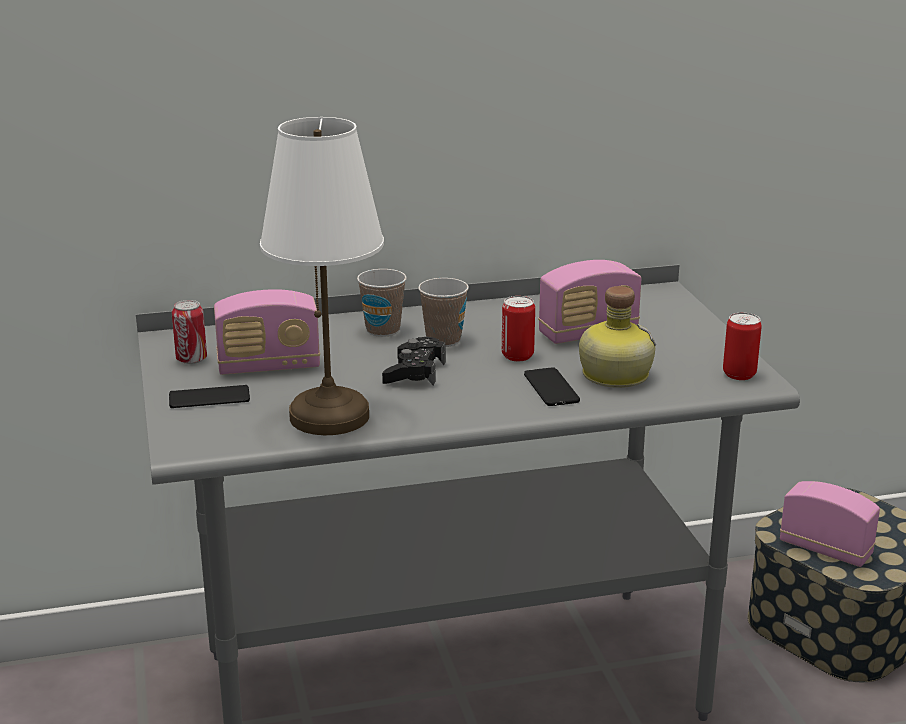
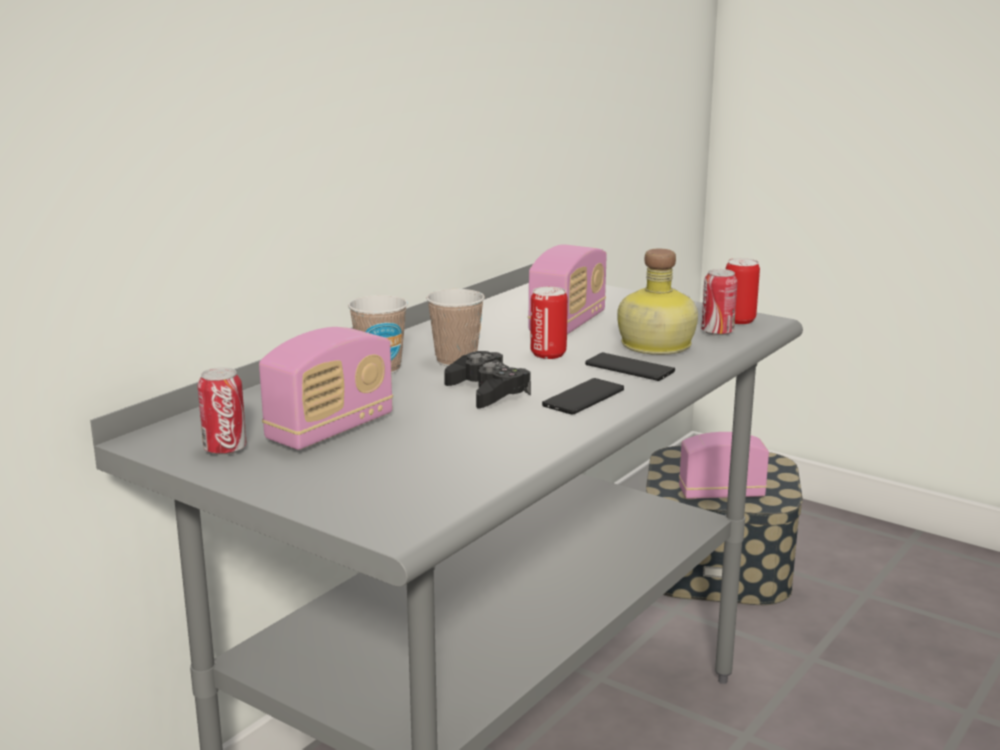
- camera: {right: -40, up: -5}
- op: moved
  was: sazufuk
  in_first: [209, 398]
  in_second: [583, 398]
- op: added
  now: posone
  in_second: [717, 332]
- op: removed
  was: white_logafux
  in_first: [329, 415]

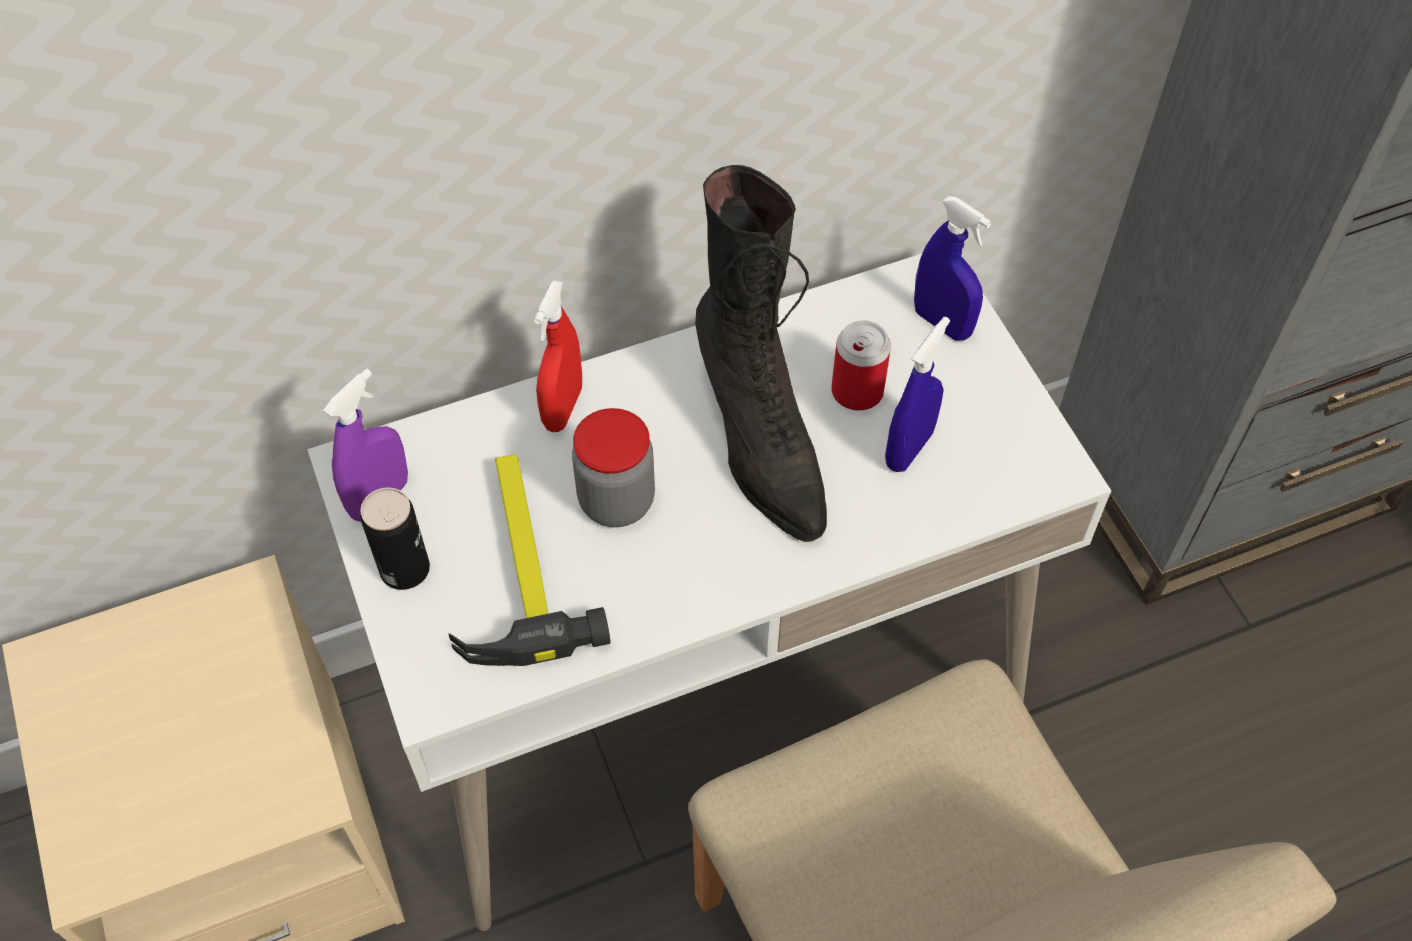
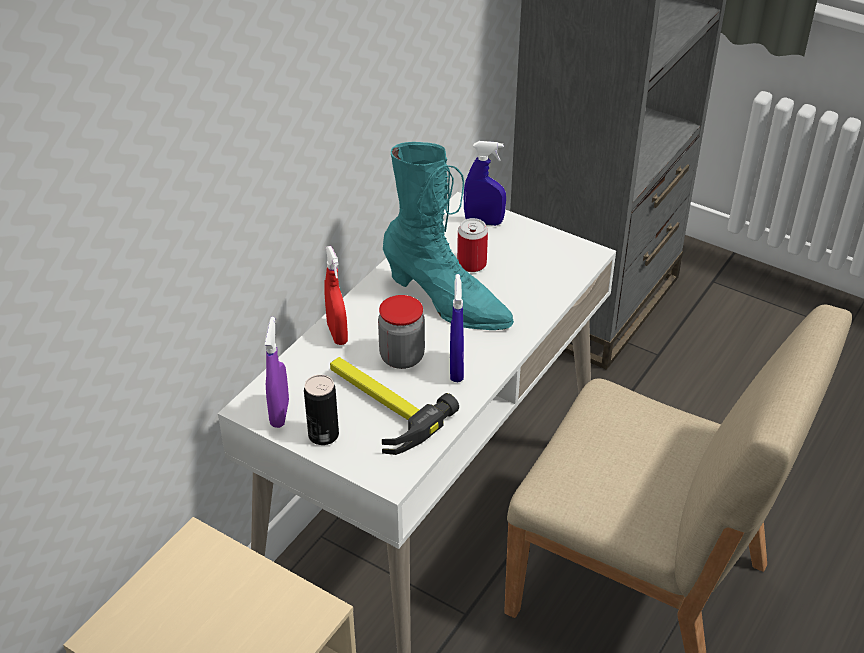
- camera: {right: -35, up: -15}
- op: recoloured
  was: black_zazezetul
  now: turquoise_zazezetul
  in_first: [759, 441]
  in_second: [446, 303]
- op: moved
  was: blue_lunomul
  in_first: [909, 449]
  in_second: [456, 369]

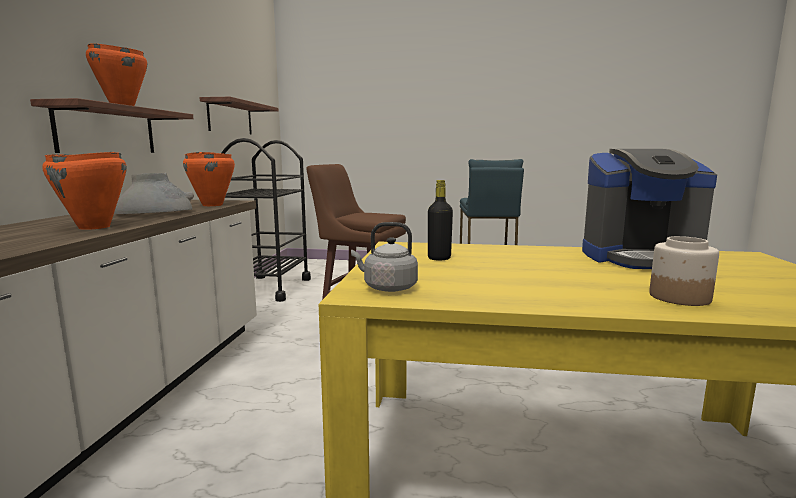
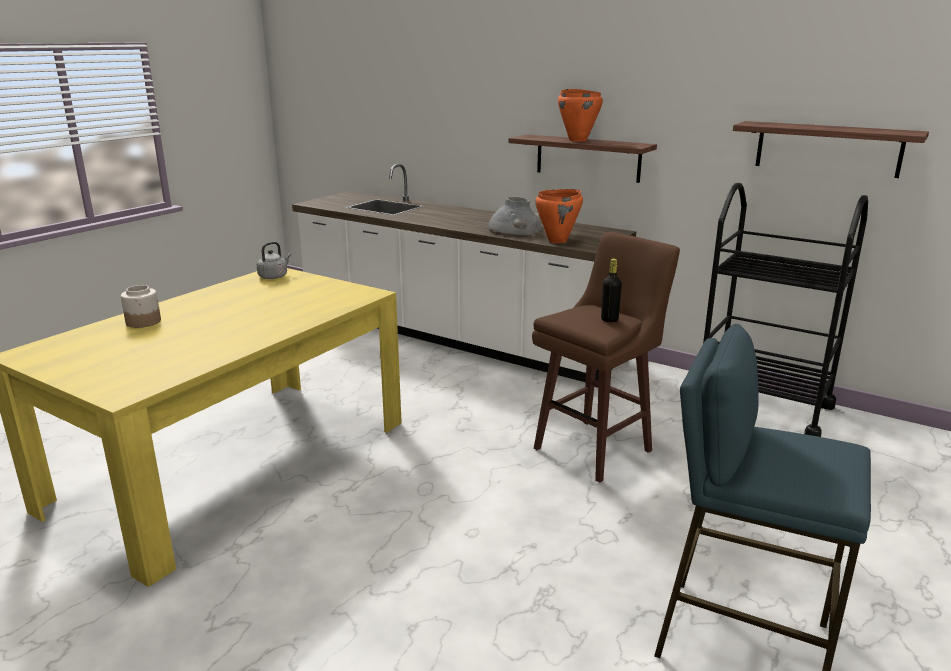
- camera: {right: 115, up: 10}
- op: moved
  was: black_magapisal
  in_first: [439, 258]
  in_second: [609, 319]
- op: removed
  was: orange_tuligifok
  in_first: [94, 227]
- op: removed
  was: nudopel
  in_first: [640, 258]

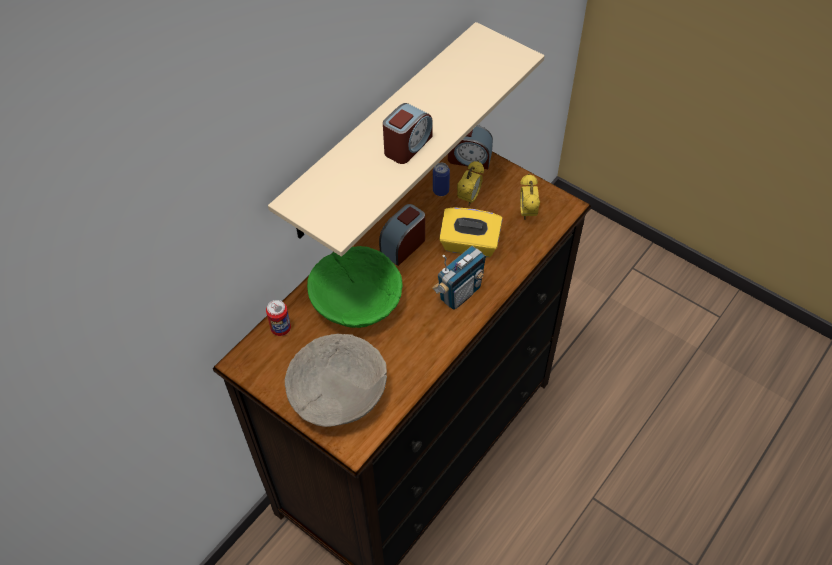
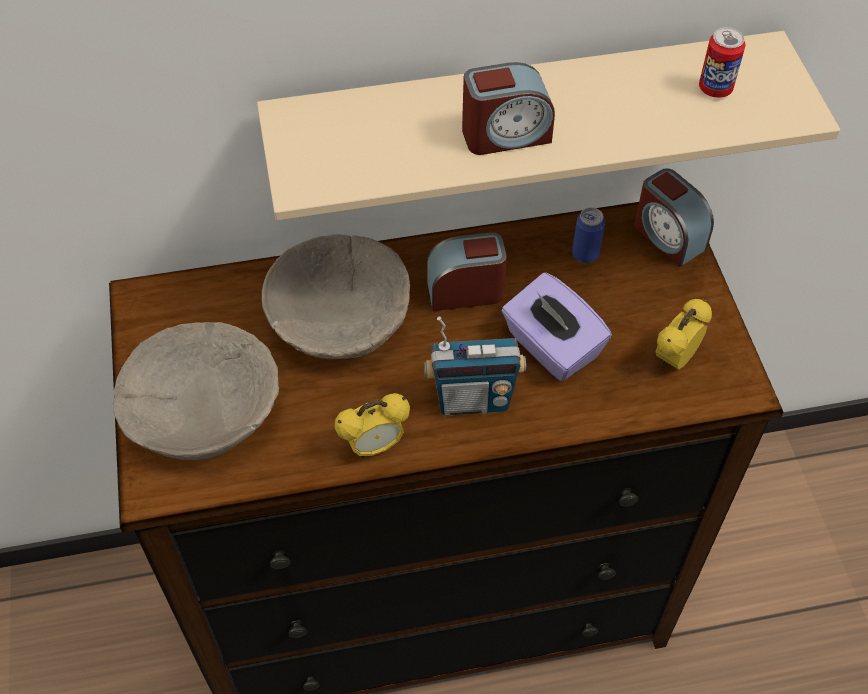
- camera: {right: 40, up: 0}
- op: recoloured
  was: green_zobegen
  now: beige_zobegen
  in_first: [356, 300]
  in_second: [339, 318]
- op: moved
  was: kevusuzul
  in_first: [469, 198]
  in_second: [374, 446]
- op: recoloured
  was: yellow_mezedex
  now: purple_mezedex
  in_first: [469, 244]
  in_second: [551, 347]
- op: moved
  was: posone
  in_first: [281, 328]
  in_second: [715, 89]

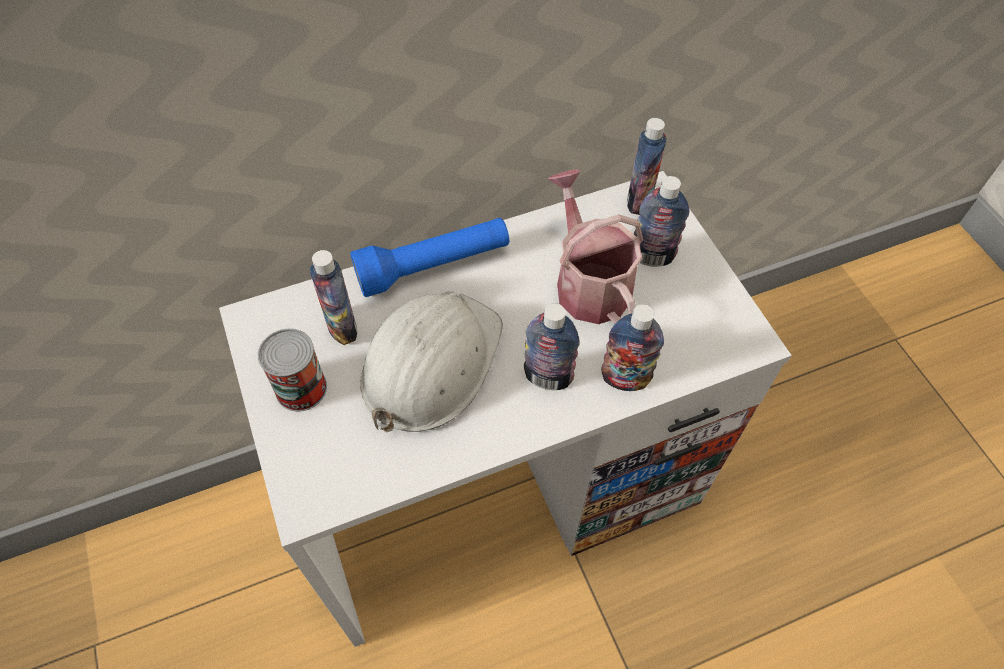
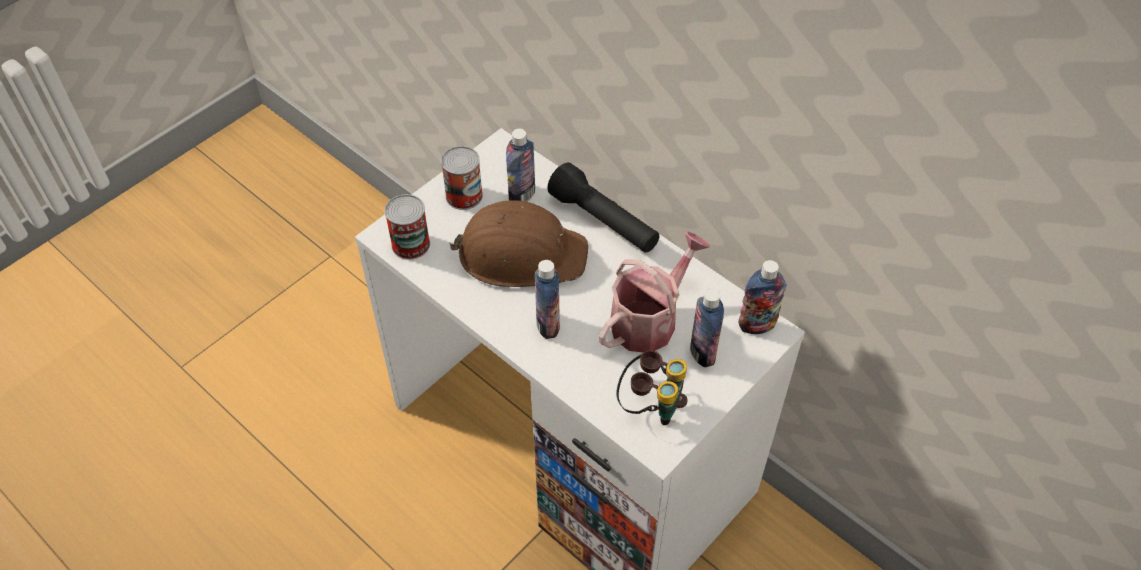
- camera: {right: 65, up: -5}
- op: added
  now: posone
  in_second: [411, 244]
- op: recoloured
  was: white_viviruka
  now: brown_viviruka
  in_first: [430, 363]
  in_second: [521, 253]
- op: recoloured
  was: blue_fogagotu
  now: black_fogagotu
  in_first: [433, 266]
  in_second: [604, 222]
- op: added
  now: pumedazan
  in_second: [651, 406]
- op: removed
  was: magapisal
  in_first: [625, 379]

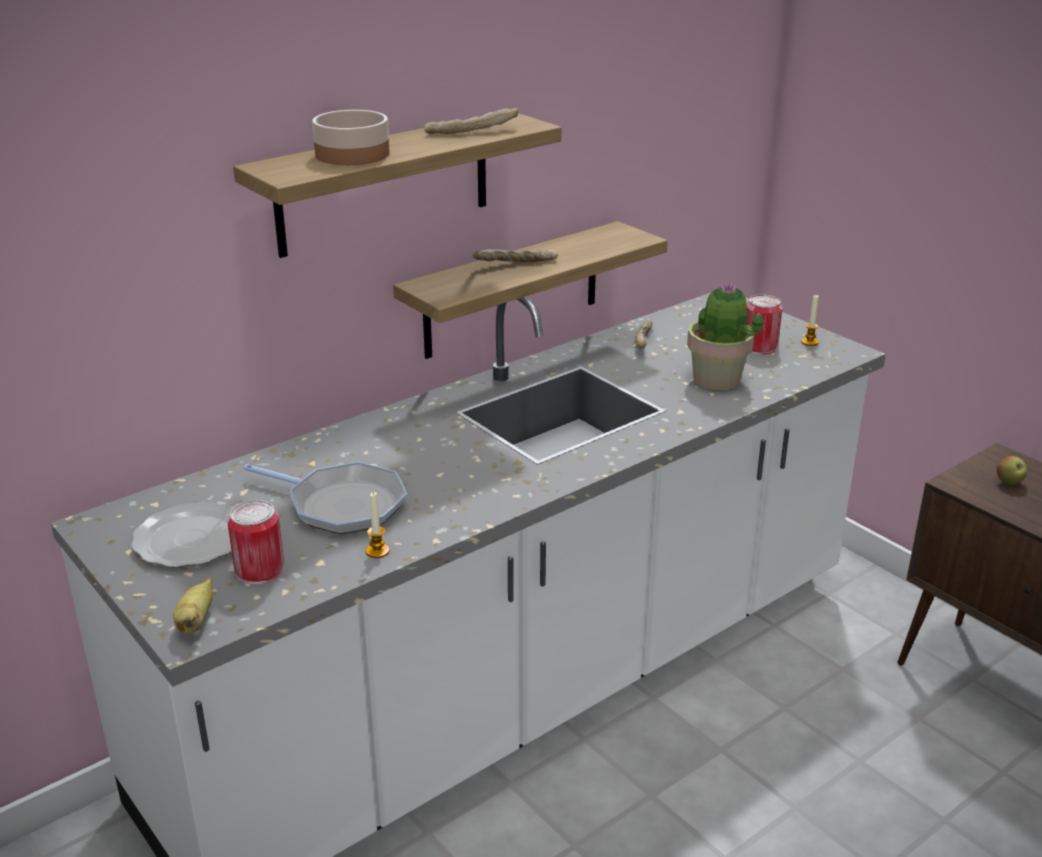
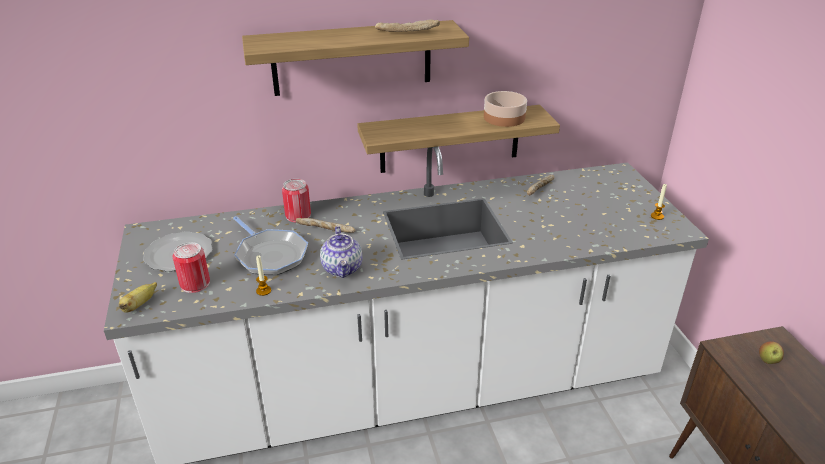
- camera: {right: 25, up: 5}
- op: moved
  was: posone
  in_first: [759, 347]
  in_second: [298, 215]
- op: moved
  was: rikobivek
  in_first: [515, 264]
  in_second: [326, 231]
- op: added
  now: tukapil
  in_second: [343, 268]
- op: moved
  was: zobegen
  in_first: [352, 154]
  in_second: [504, 117]
- op: removed
  was: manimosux
  in_first: [717, 380]

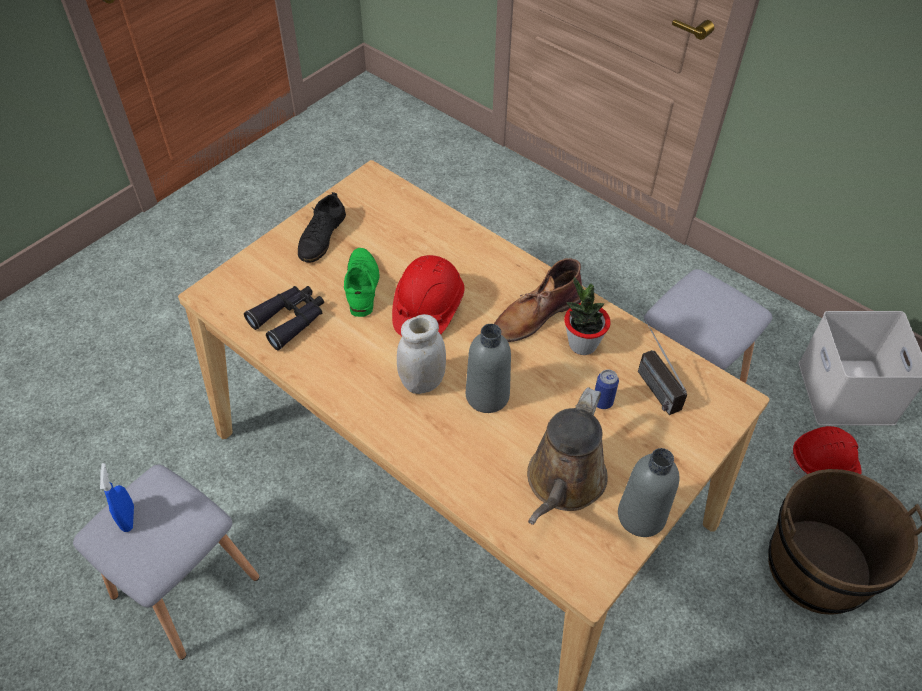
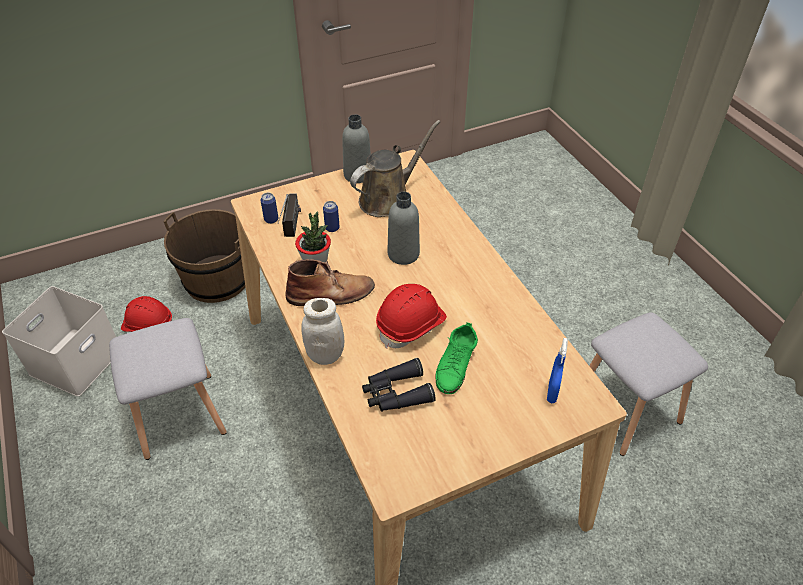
- camera: {right: -155, up: -5}
- op: added
  now: posone
  in_second: [271, 219]
- op: moved
  was: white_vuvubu
  in_first: [422, 382]
  in_second: [325, 355]
- op: moved
  was: black_pumedazan
  in_first: [290, 319]
  in_second: [396, 393]
- op: moved
  was: blue_lunomul
  in_first: [128, 518]
  in_second: [552, 392]
- op: removed
  was: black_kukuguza
  in_first: [322, 236]

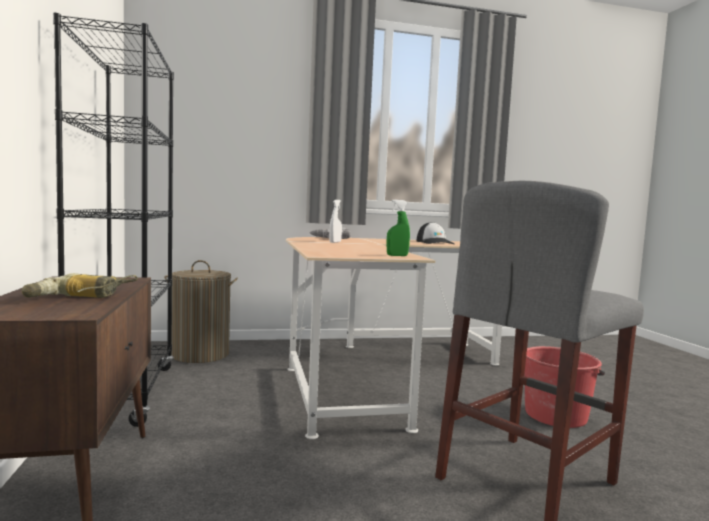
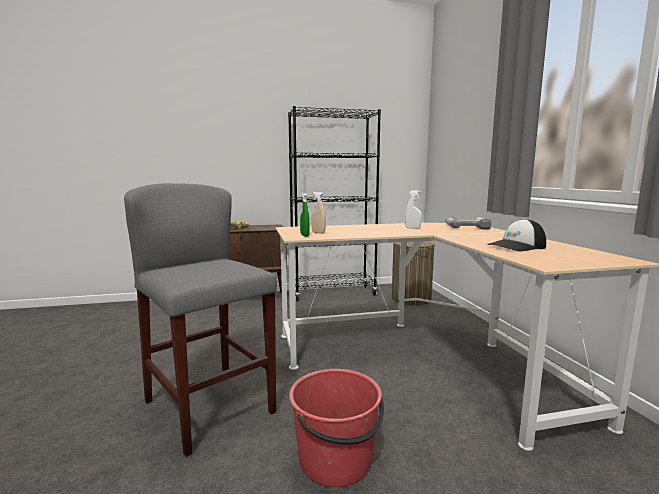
- camera: {right: 90, up: 5}
- op: added
  now: beige_lunomul
  in_second: [318, 232]

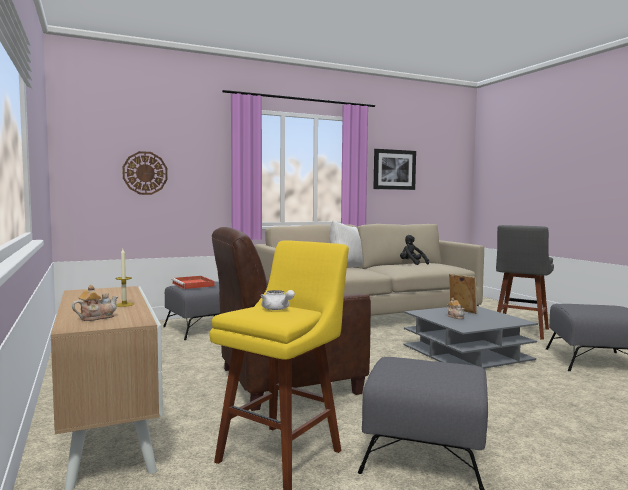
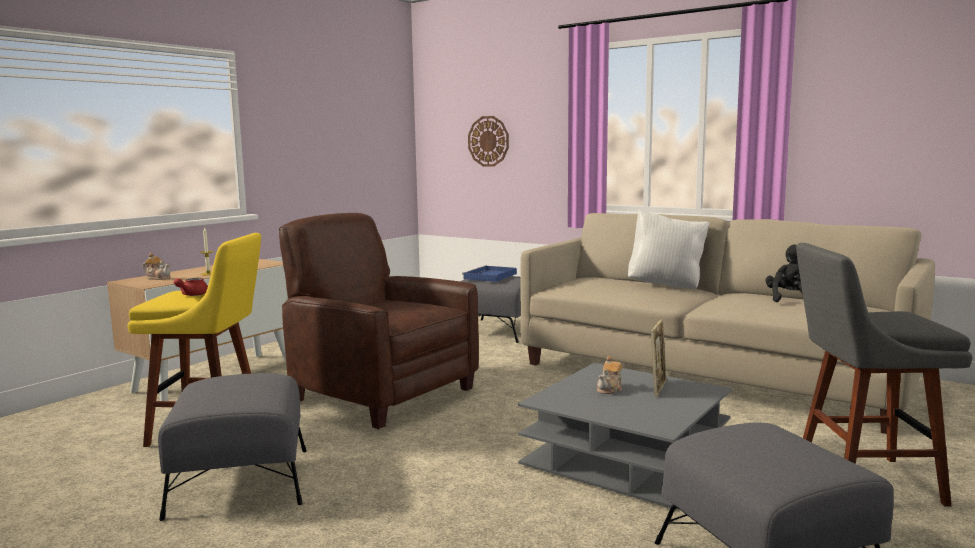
- camera: {right: 60, up: 5}
- op: recoloured
  was: white_tukapil
  now: red_tukapil
  in_first: [277, 309]
  in_second: [191, 295]
- op: recoloured
  was: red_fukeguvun
  now: blue_fukeguvun
  in_first: [193, 284]
  in_second: [490, 276]
- op: removed
  was: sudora
  in_first: [394, 169]

